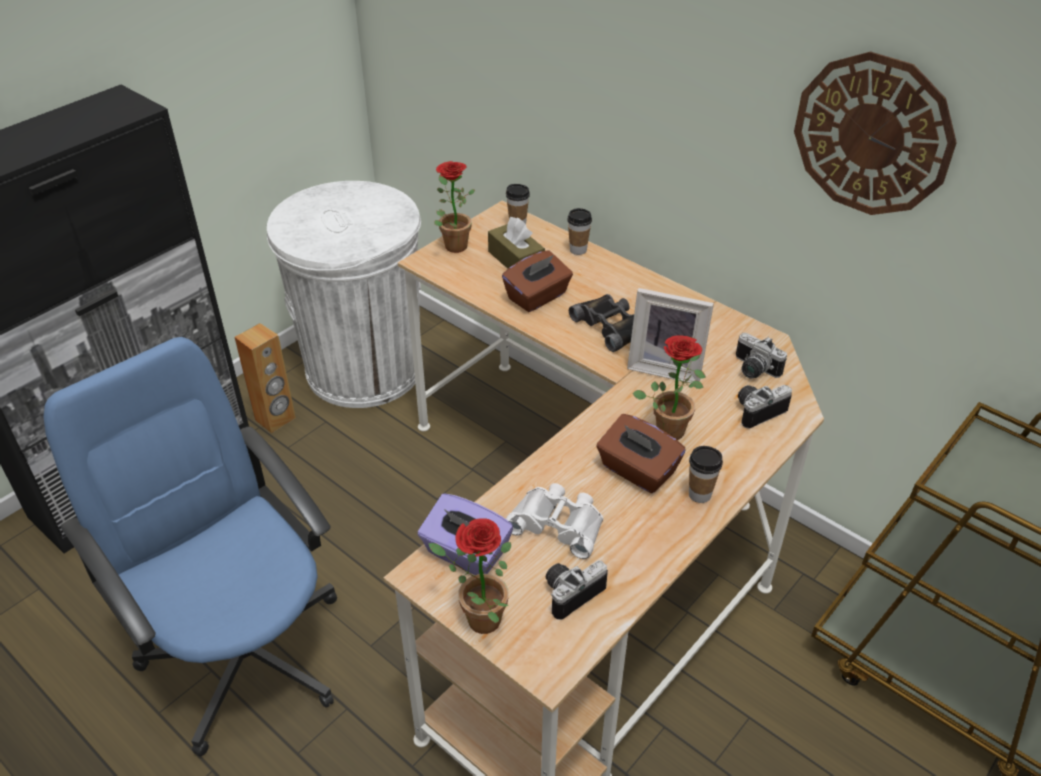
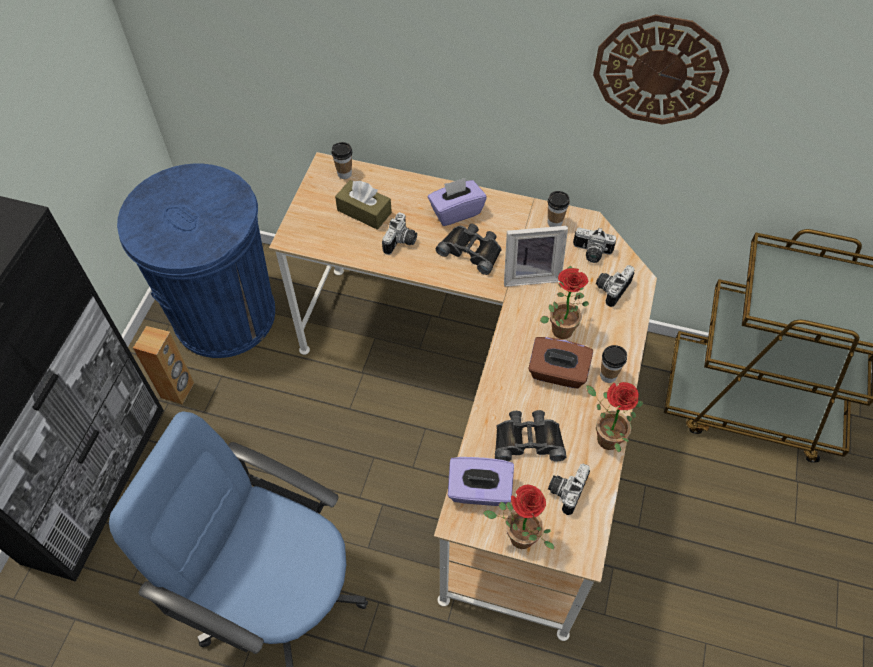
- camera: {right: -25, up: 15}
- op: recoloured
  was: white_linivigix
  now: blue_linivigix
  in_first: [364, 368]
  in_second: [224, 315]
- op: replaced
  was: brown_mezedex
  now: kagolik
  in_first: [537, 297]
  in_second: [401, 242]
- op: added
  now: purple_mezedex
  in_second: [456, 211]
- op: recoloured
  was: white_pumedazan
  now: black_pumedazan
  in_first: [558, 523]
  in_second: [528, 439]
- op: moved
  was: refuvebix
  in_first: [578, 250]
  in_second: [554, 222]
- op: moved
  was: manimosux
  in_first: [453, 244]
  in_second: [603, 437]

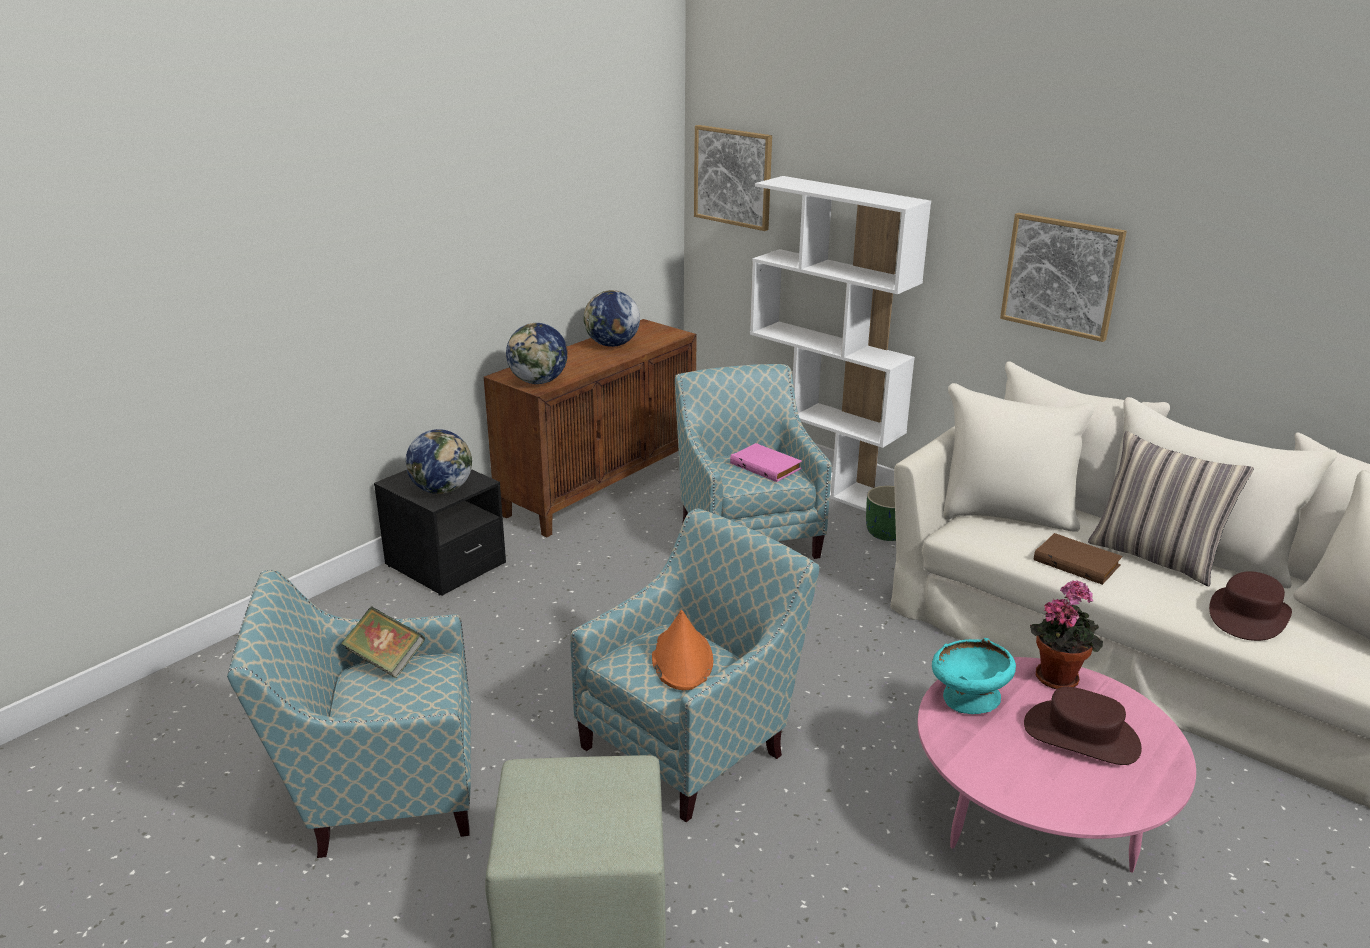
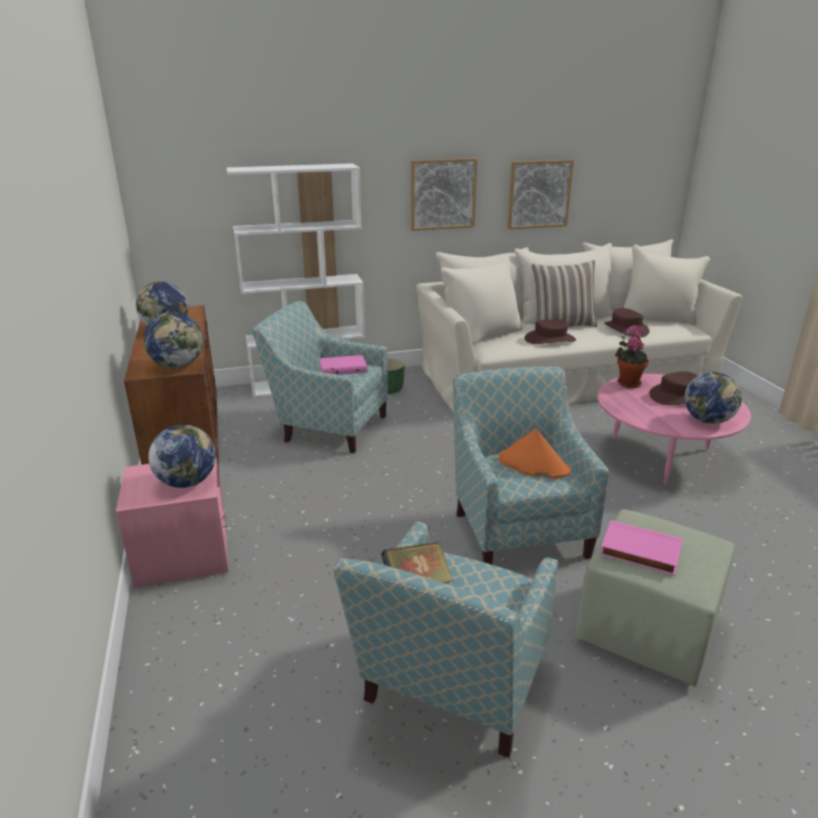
- camera: {right: -55, up: 0}
- op: recoloured
  was: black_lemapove
  now: pink_lemapove
  in_first: [445, 564]
  in_second: [183, 556]
- op: moved
  was: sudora
  in_first: [733, 177]
  in_second: [539, 194]
- op: replaced
  was: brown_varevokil
  now: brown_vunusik
  in_first: [1077, 562]
  in_second: [550, 339]
- op: added
  now: pink_varevokil
  in_second: [639, 552]
- op: added
  now: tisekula
  in_second: [707, 420]
- op: removed
  was: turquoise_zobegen
  in_first: [967, 700]

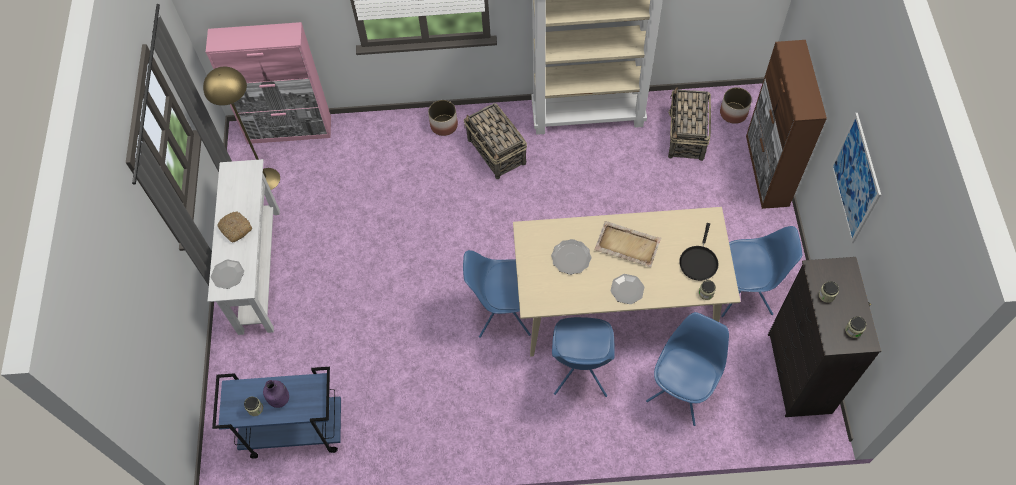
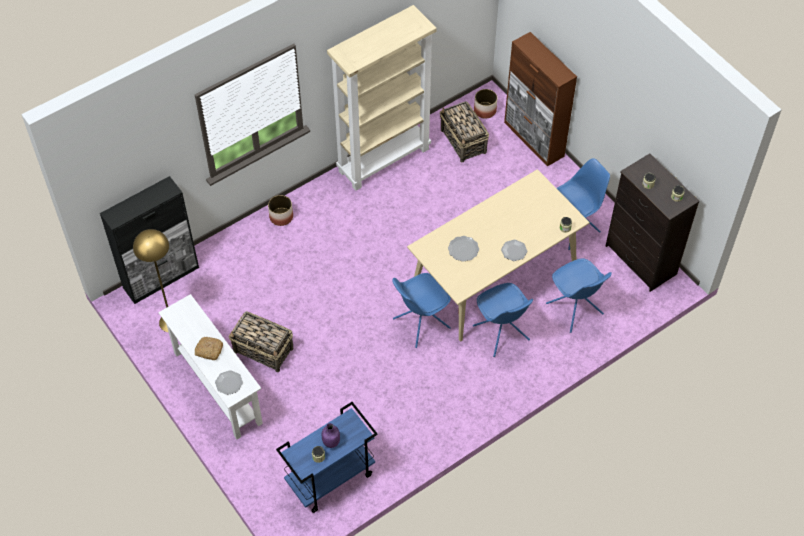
- camera: {right: -35, up: -5}
- op: recoloured
  was: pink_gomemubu
  now: black_gomemubu
  in_first: [290, 130]
  in_second: [161, 277]
- op: moved
  was: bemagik
  in_first: [497, 152]
  in_second: [264, 350]
- op: turned
  was: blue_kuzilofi
  in_first: [682, 390]
  in_second: [575, 309]
  clockwise: 150
- op: removed
  was: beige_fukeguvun
  in_first: [627, 245]
- op: removed
  was: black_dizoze
  in_first: [698, 261]
- op: removed
  was: sudora
  in_first: [855, 179]

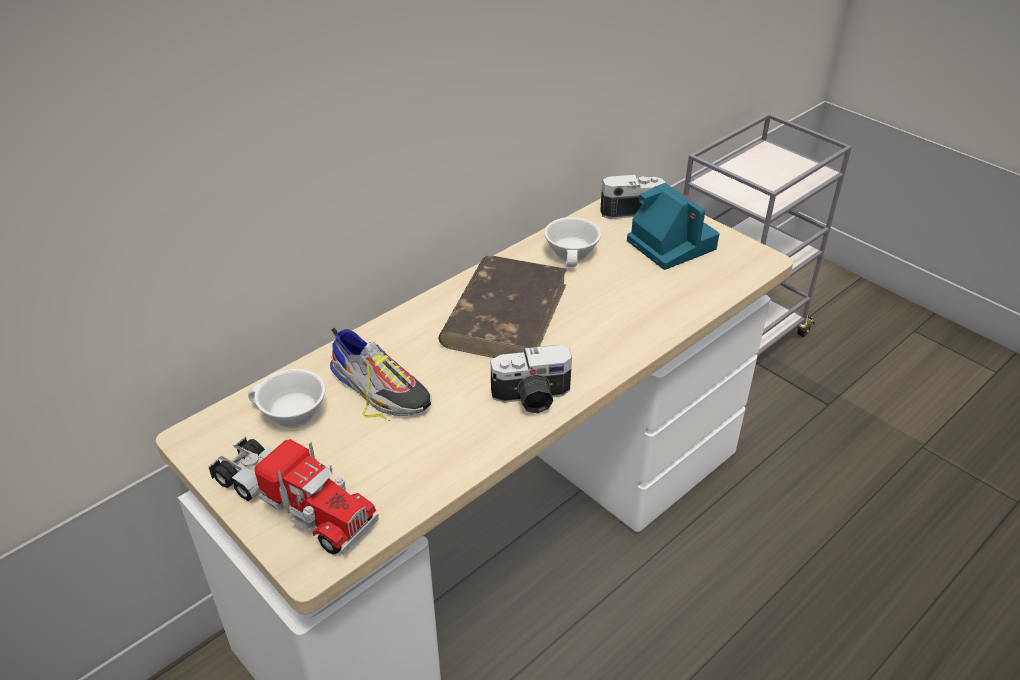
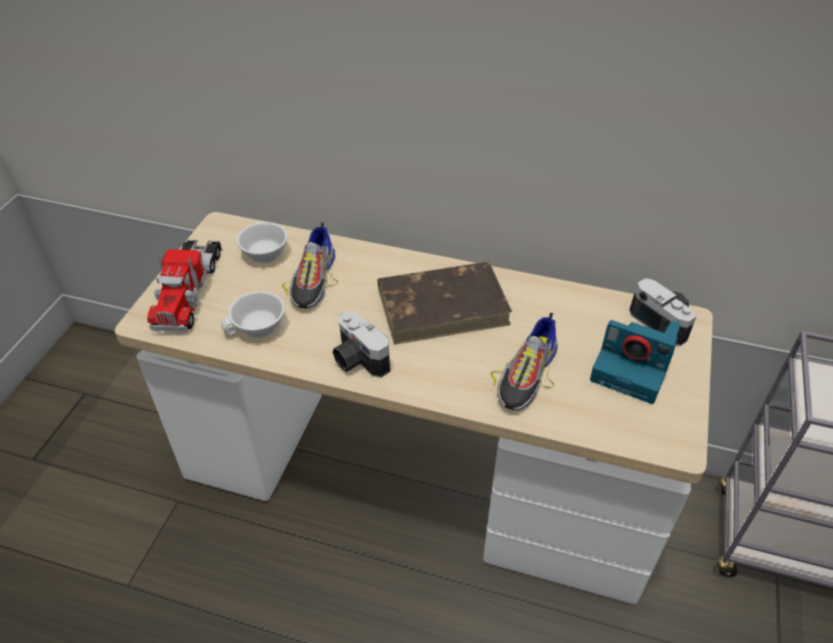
- camera: {right: 60, up: 5}
- op: moved
  was: white_refuvebix
  in_first: [573, 253]
  in_second: [258, 328]
- op: added
  now: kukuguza
  in_second: [527, 375]
- op: turned
  was: kagolik
  in_first: [669, 244]
  in_second: [633, 368]
  clockwise: 90

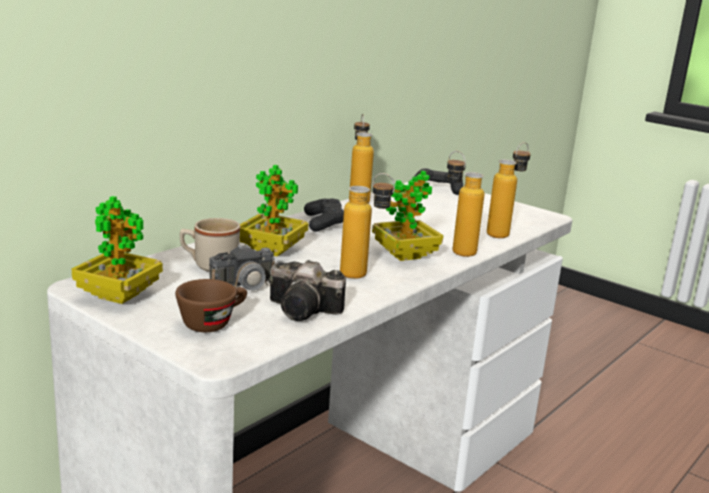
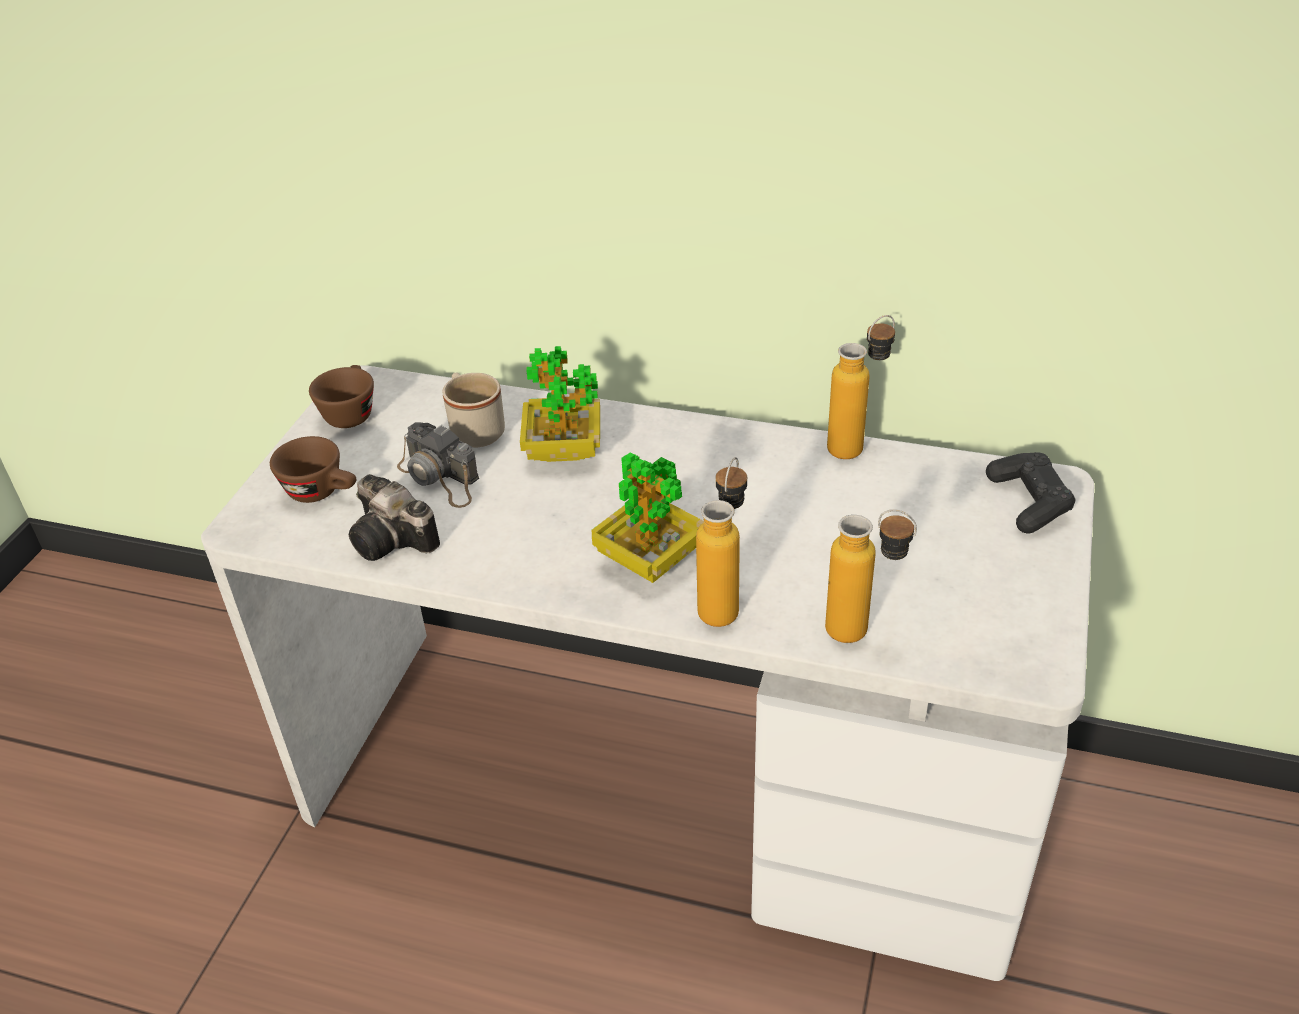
- camera: {right: 70, up: 20}
- op: replaced
  was: manimosux
  now: brown_refuvebix
  in_first: [118, 296]
  in_second: [350, 412]
- op: turned
  was: kagolik
  in_first: [306, 310]
  in_second: [395, 540]
  clockwise: -45
- op: removed
  was: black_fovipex
  in_first: [324, 223]
- op: removed
  was: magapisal
  in_first: [363, 277]

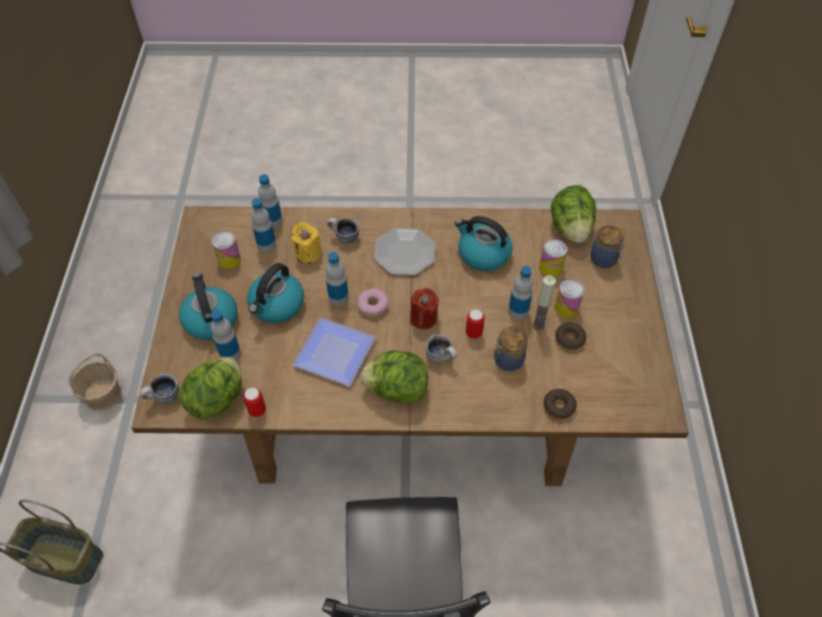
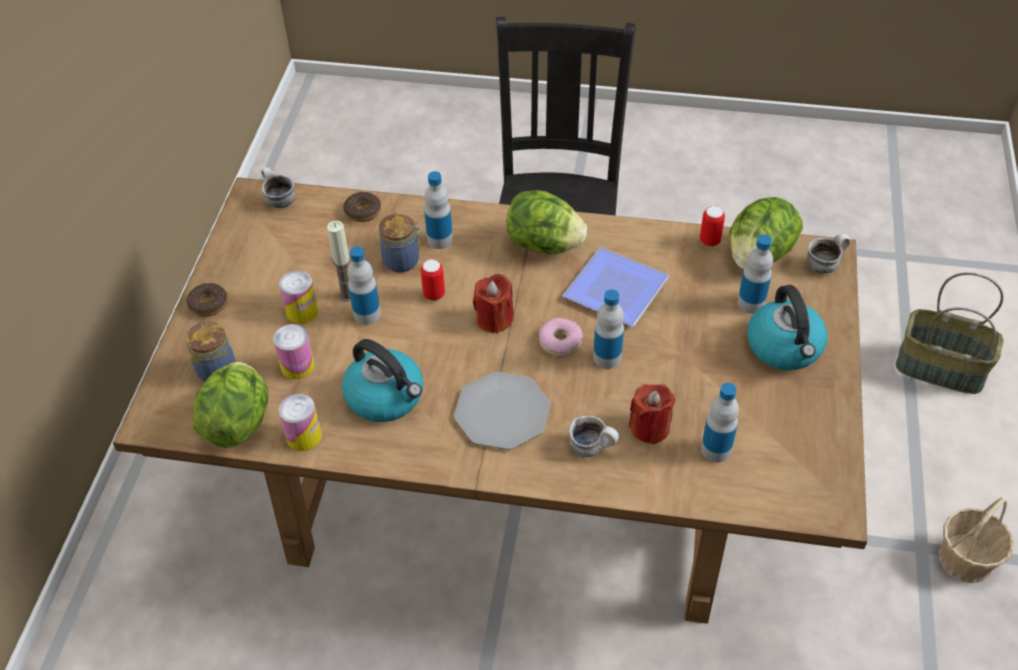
- camera: {right: -170, up: -5}
- op: moved
  was: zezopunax
  in_first: [569, 339]
  in_second: [208, 304]
- op: moved
  was: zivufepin
  in_first: [442, 357]
  in_second: [278, 200]
- op: moved
  was: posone
  in_first: [229, 259]
  in_second: [304, 436]
- op: moved
  was: magapisal
  in_first: [273, 221]
  in_second: [440, 239]
- op: recoloured
  was: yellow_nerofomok
  now: red_nerofomok
  in_first: [308, 254]
  in_second: [650, 427]
- op: removed
  was: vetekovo
  in_first: [277, 305]

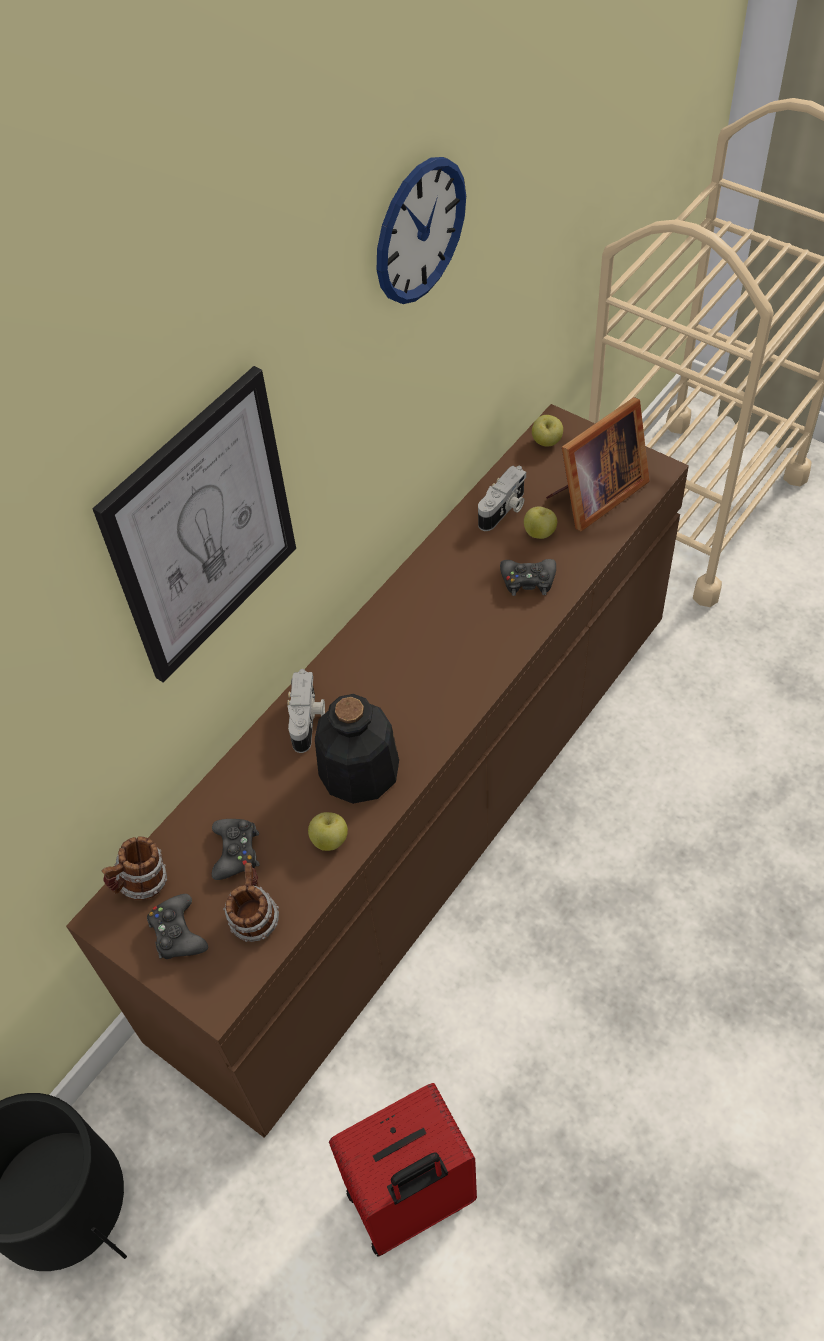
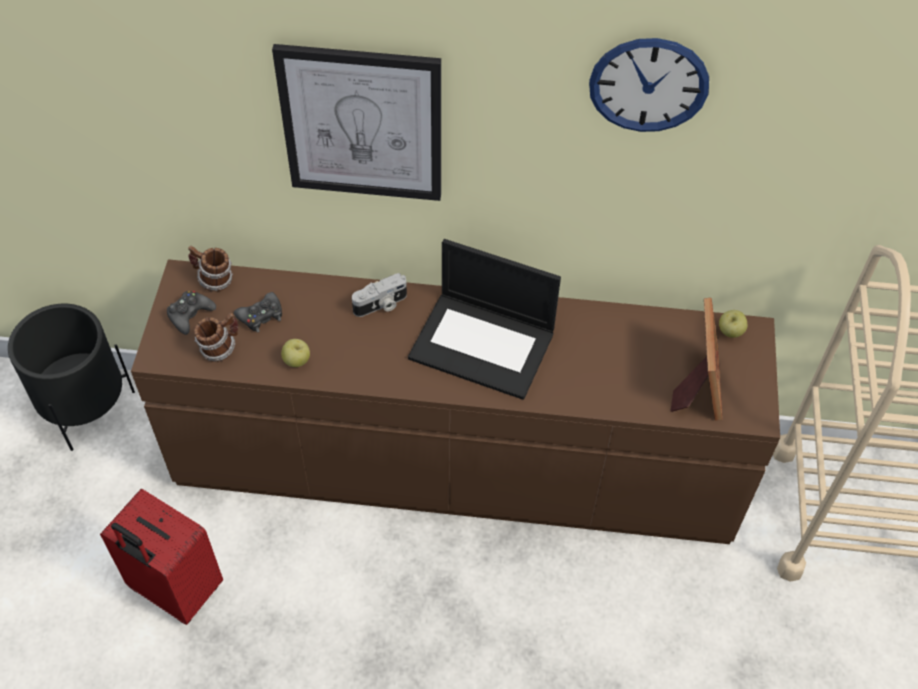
- camera: {right: 55, up: 0}
- op: added
  now: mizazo
  in_second: [484, 344]
- op: turned
  was: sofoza
  in_first: [594, 496]
  in_second: [697, 386]
  clockwise: -105
- op: removed
  was: magapisal
  in_first: [358, 770]
- op: removed
  was: kagolik
  in_first: [504, 510]
- op: removed
  was: black_fovipex
  in_first: [528, 580]
- op: removed
  was: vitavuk
  in_first: [539, 533]

